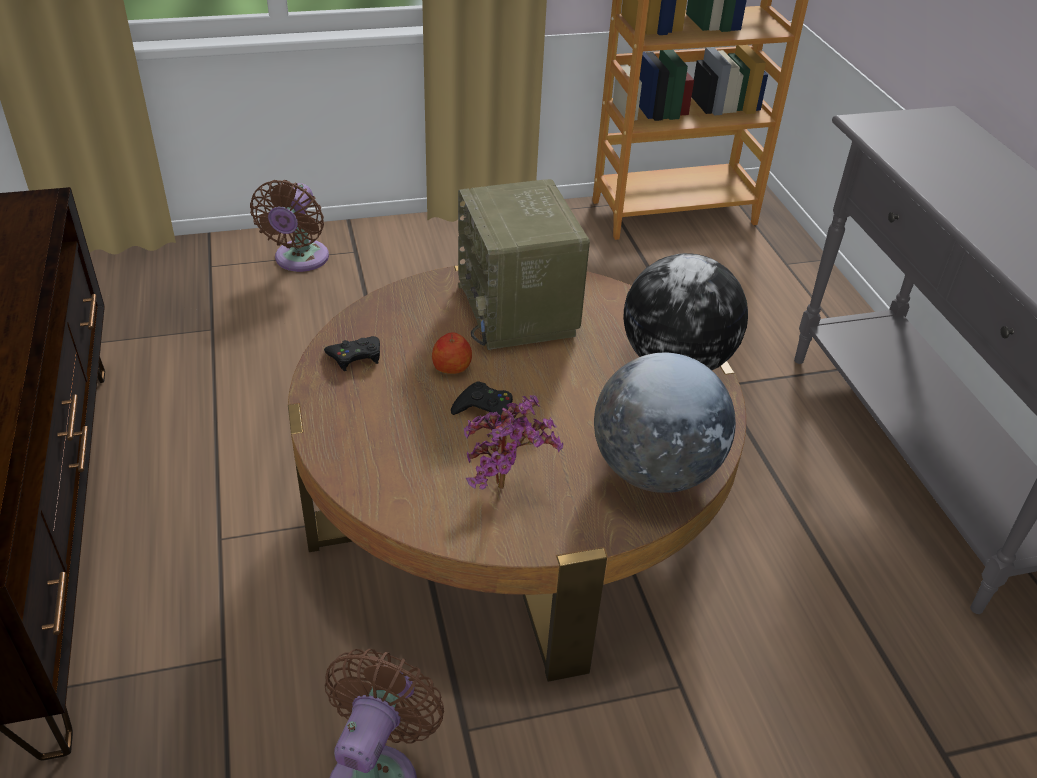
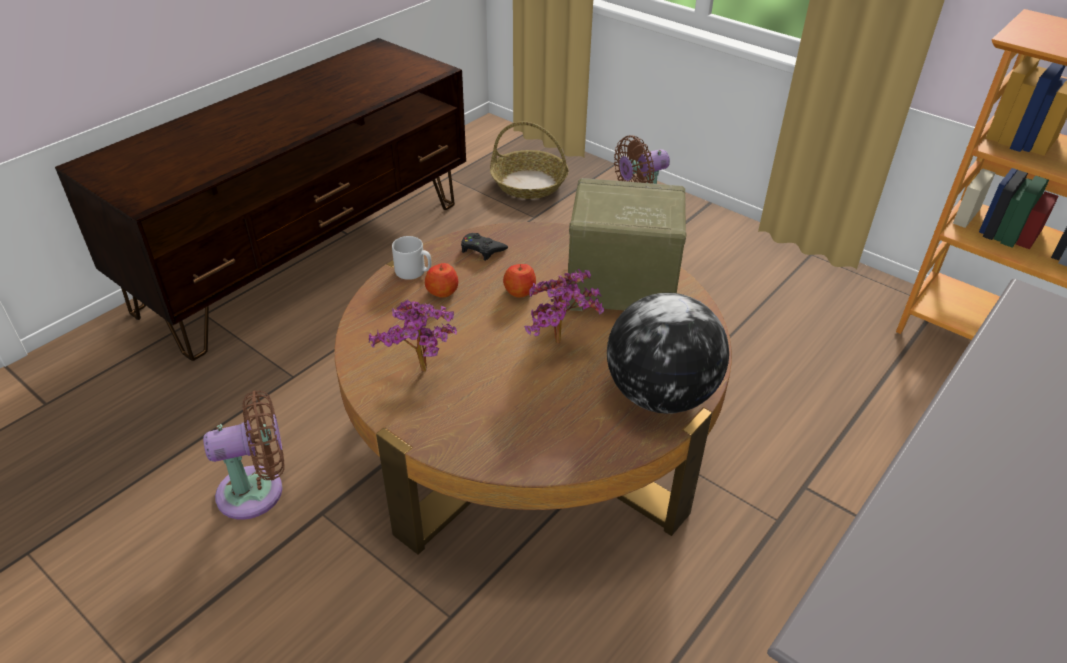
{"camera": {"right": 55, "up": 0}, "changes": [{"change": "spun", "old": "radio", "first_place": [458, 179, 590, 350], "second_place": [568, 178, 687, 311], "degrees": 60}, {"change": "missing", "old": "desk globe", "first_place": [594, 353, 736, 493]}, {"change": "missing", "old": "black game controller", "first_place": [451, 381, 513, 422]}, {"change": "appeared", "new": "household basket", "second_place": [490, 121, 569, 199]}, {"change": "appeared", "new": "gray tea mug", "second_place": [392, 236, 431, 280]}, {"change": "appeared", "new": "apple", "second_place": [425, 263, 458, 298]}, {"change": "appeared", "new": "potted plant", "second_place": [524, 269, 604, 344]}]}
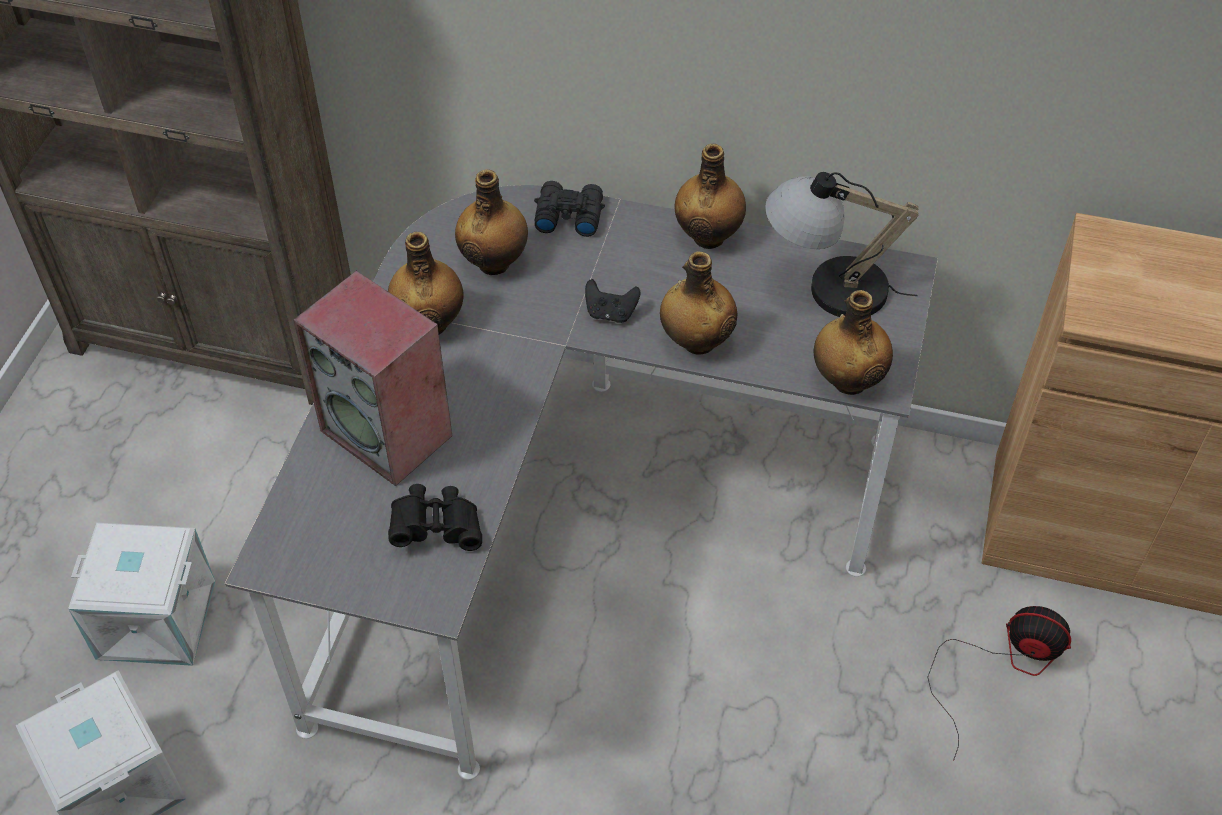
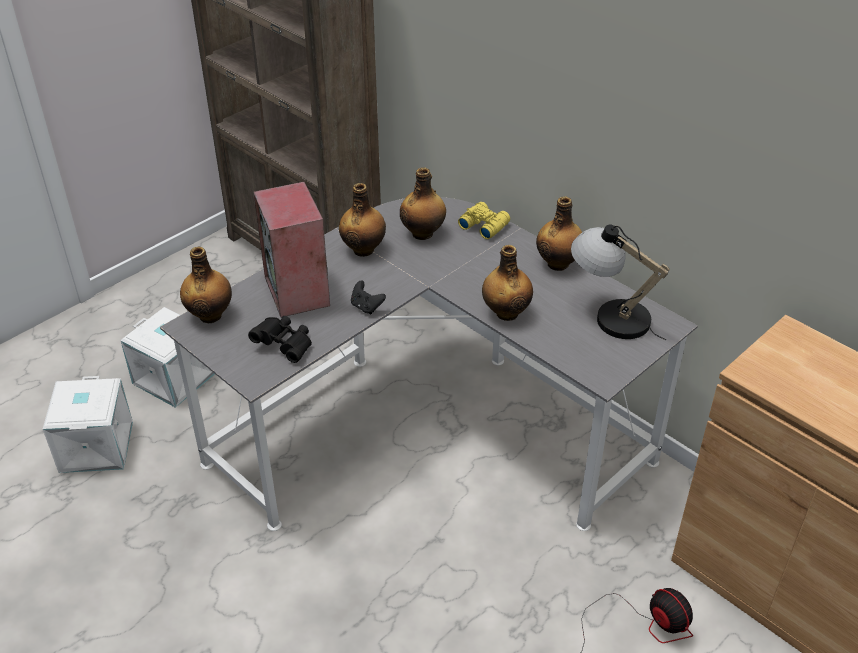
{"camera": {"right": 30, "up": -10}, "changes": [{"change": "colour", "old": "black field glasses", "new": "yellow-coloured field glasses", "first_place": [534, 181, 605, 237], "second_place": [458, 202, 510, 239]}, {"change": "relocated", "old": "black game controller", "first_place": [585, 279, 640, 323], "second_place": [351, 281, 386, 314]}, {"change": "relocated", "old": "drink bottle", "first_place": [813, 290, 893, 395], "second_place": [180, 246, 232, 323]}]}
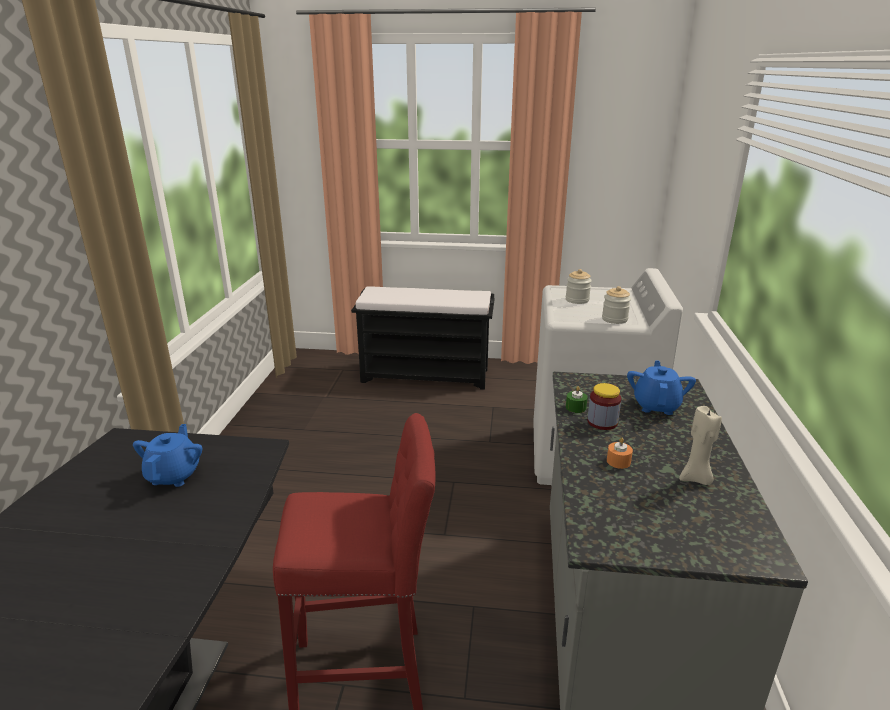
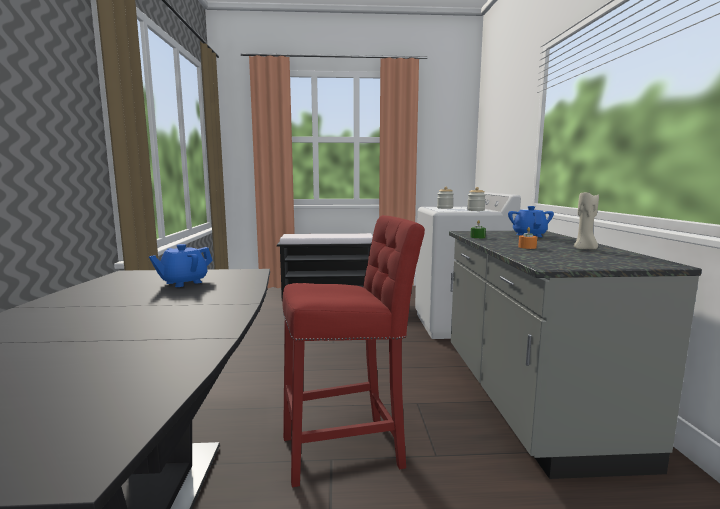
{"camera": {"right": -10, "up": -15}, "changes": [{"change": "missing", "old": "preserve jar", "first_place": [587, 383, 621, 430]}, {"change": "spun", "old": "blue-coloured teapot", "first_place": [133, 424, 202, 487], "second_place": [149, 244, 213, 287], "degrees": -135}]}
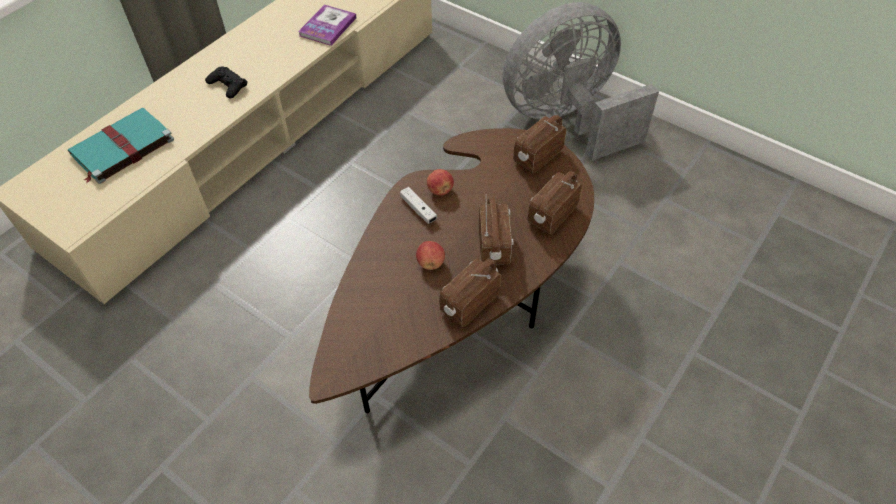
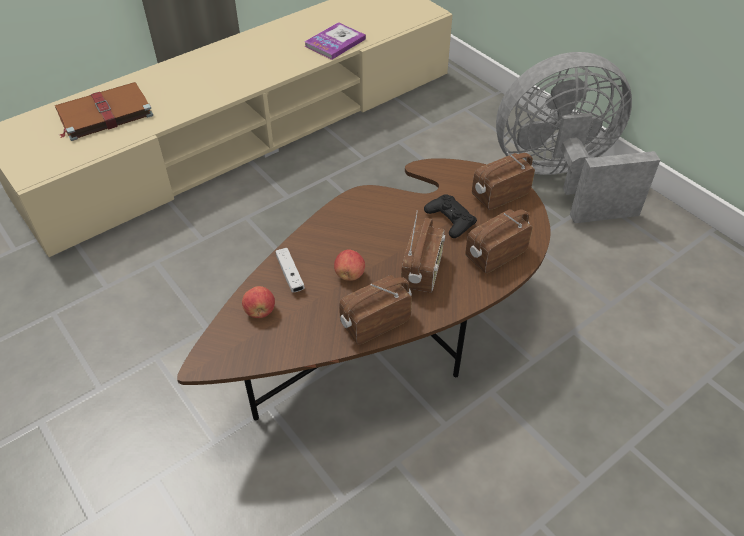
{"camera": {"right": 15, "up": -5}, "changes": [{"change": "relocated", "old": "black game controller", "first_place": [205, 67, 247, 99], "second_place": [424, 194, 477, 238]}, {"change": "colour", "old": "turquoise book", "new": "brownish book", "first_place": [67, 108, 174, 184], "second_place": [55, 82, 153, 141]}, {"change": "relocated", "old": "apple", "first_place": [427, 169, 454, 195], "second_place": [242, 286, 275, 318]}, {"change": "relocated", "old": "white-coloured game controller", "first_place": [400, 187, 437, 224], "second_place": [275, 248, 305, 292]}]}
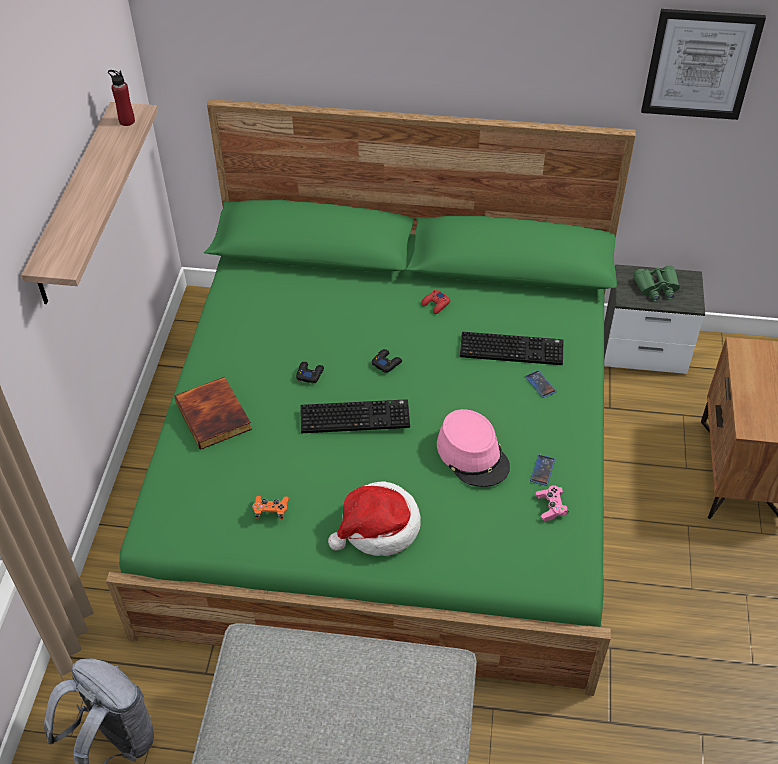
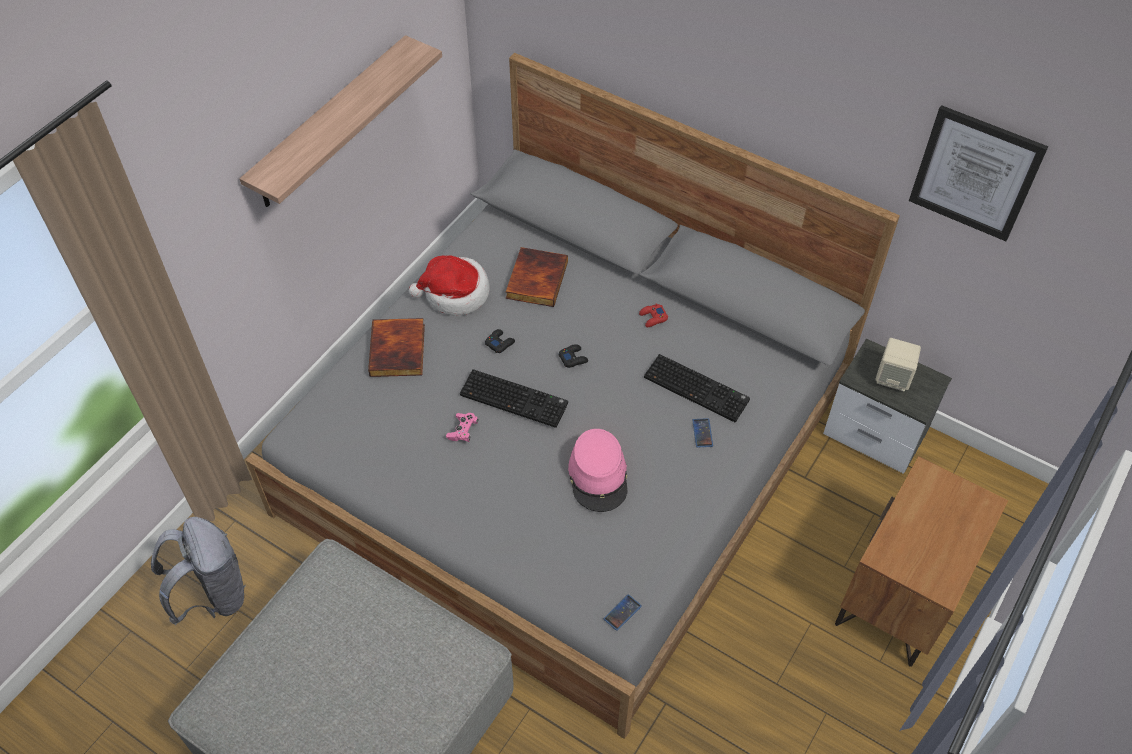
{"camera": {"right": 25, "up": 5}, "changes": [{"change": "missing", "old": "red drink bottle", "first_place": [108, 70, 135, 126]}, {"change": "colour", "old": "green sleeping bed", "new": "gray sleeping bed", "first_place": [106, 99, 636, 696], "second_place": [246, 53, 900, 739]}, {"change": "exchanged", "old": "green field glasses", "new": "beige-coloured speaker", "first_place": [633, 265, 680, 301], "second_place": [876, 338, 921, 391]}, {"change": "relocated", "old": "telephone", "first_place": [530, 454, 555, 486], "second_place": [604, 594, 642, 631]}, {"change": "relocated", "old": "wearable hat", "first_place": [328, 481, 421, 556], "second_place": [409, 255, 490, 315]}, {"change": "relocated", "old": "pink-coloured game controller", "first_place": [536, 485, 569, 521], "second_place": [446, 413, 479, 442]}, {"change": "missing", "old": "orange-coloured game controller", "first_place": [252, 496, 289, 519]}, {"change": "appeared", "new": "book", "second_place": [506, 247, 568, 307]}]}
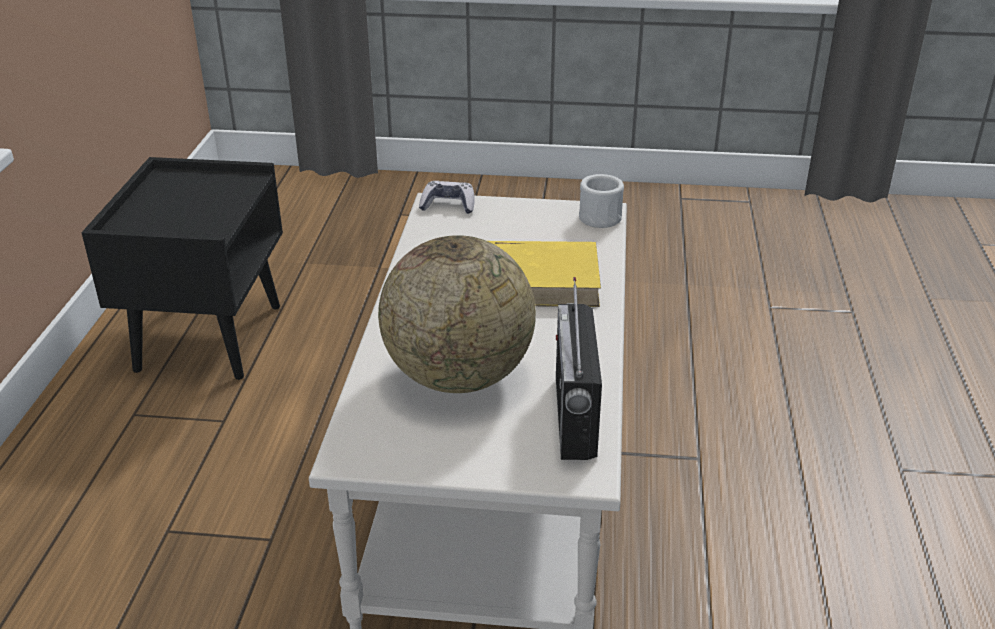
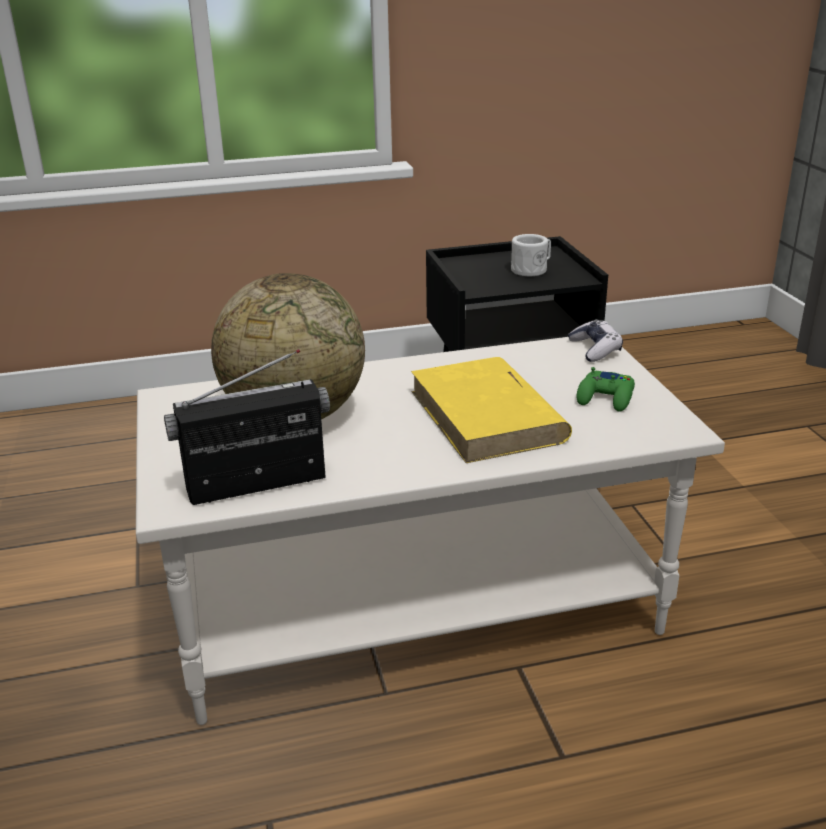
{"camera": {"right": 70, "up": -5}, "changes": [{"change": "relocated", "old": "white-coloured tea mug", "first_place": [579, 174, 624, 228], "second_place": [511, 234, 551, 276]}, {"change": "appeared", "new": "green game controller", "second_place": [577, 367, 635, 412]}]}
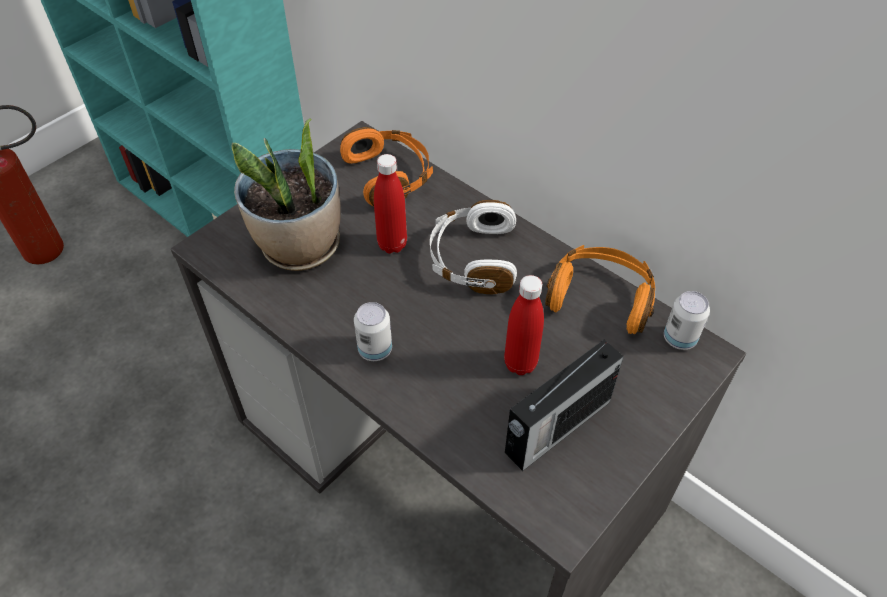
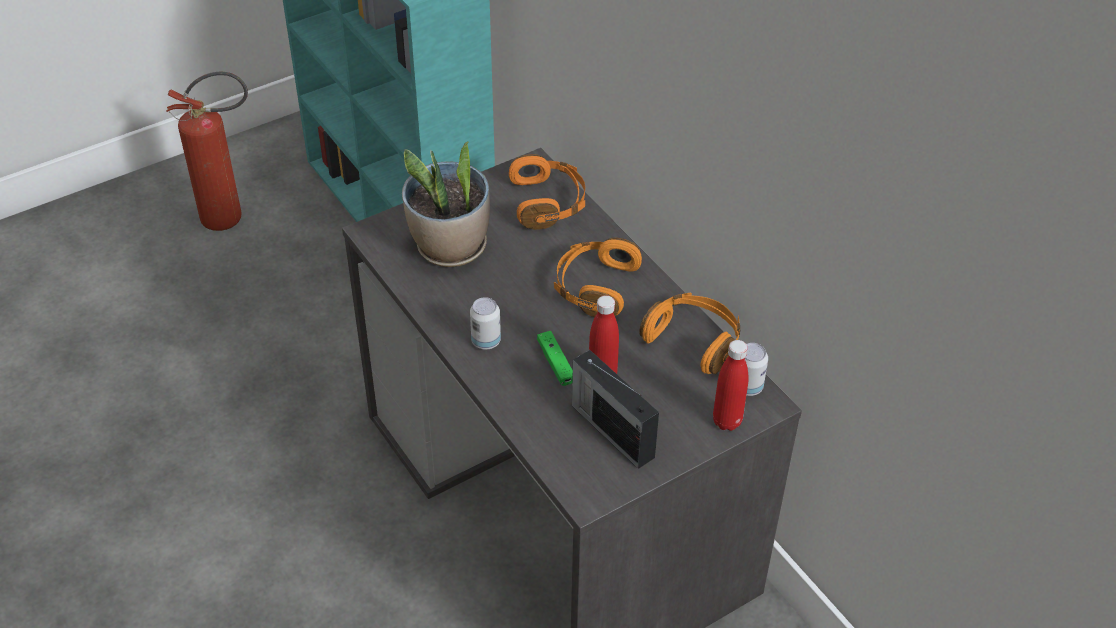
{"camera": {"right": 15, "up": -5}, "changes": [{"change": "relocated", "old": "red drink bottle", "first_place": [374, 154, 407, 254], "second_place": [713, 340, 749, 431]}, {"change": "colour", "old": "white-coloured headset", "new": "orange-coloured headset", "first_place": [430, 200, 517, 294], "second_place": [554, 237, 642, 317]}, {"change": "spun", "old": "radio", "first_place": [505, 340, 624, 471], "second_place": [572, 350, 659, 469], "degrees": 75}, {"change": "appeared", "new": "green game controller", "second_place": [537, 331, 573, 386]}]}
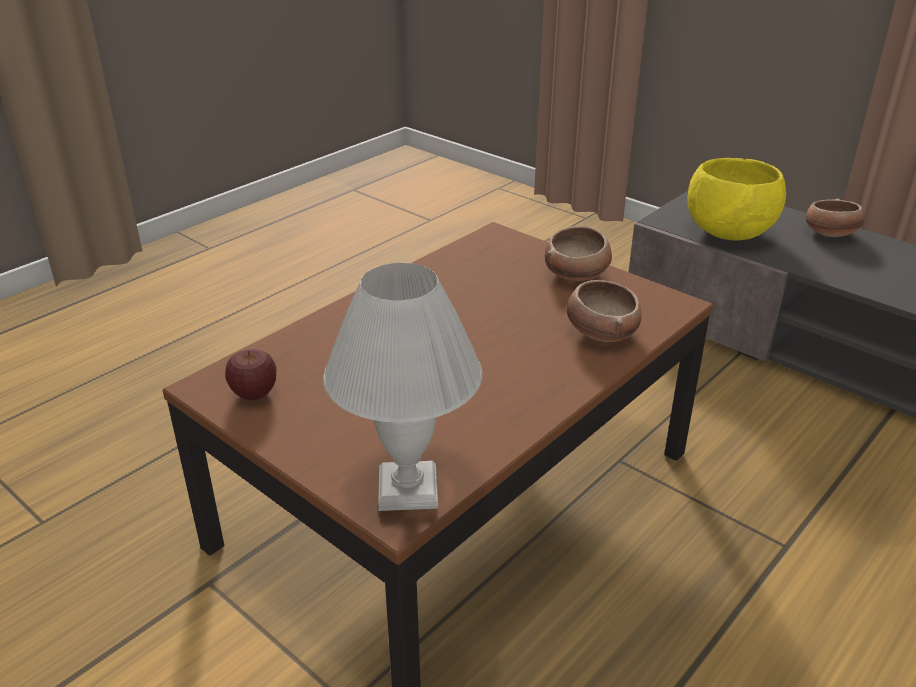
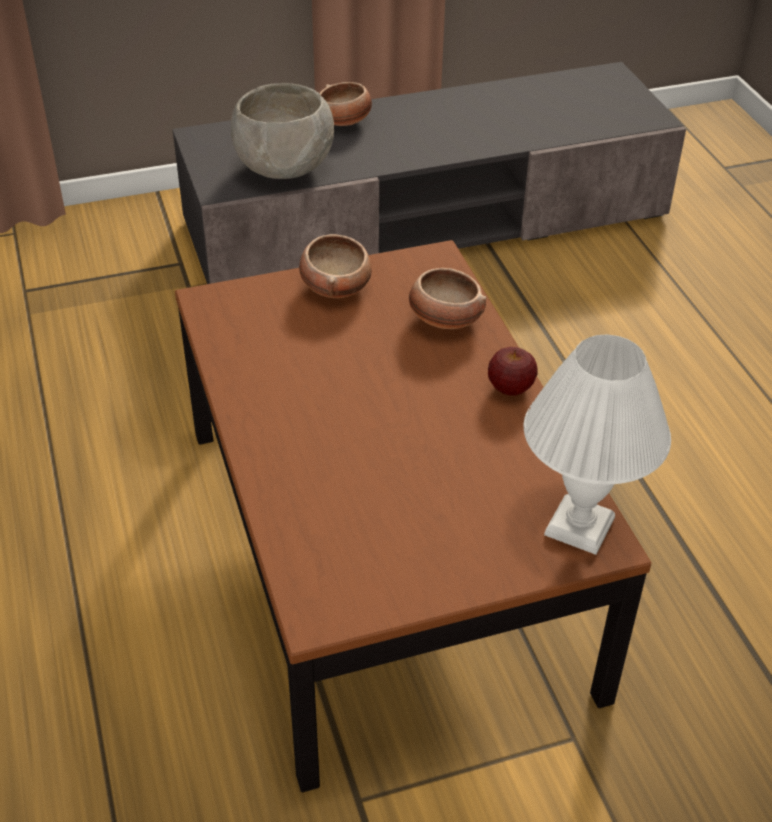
{"camera": {"right": -60, "up": 10}, "changes": [{"change": "colour", "old": "yellow-coloured bowl", "new": "gray bowl", "first_place": [688, 158, 786, 241], "second_place": [231, 83, 334, 179]}, {"change": "relocated", "old": "apple", "first_place": [225, 349, 276, 400], "second_place": [488, 347, 538, 396]}]}
